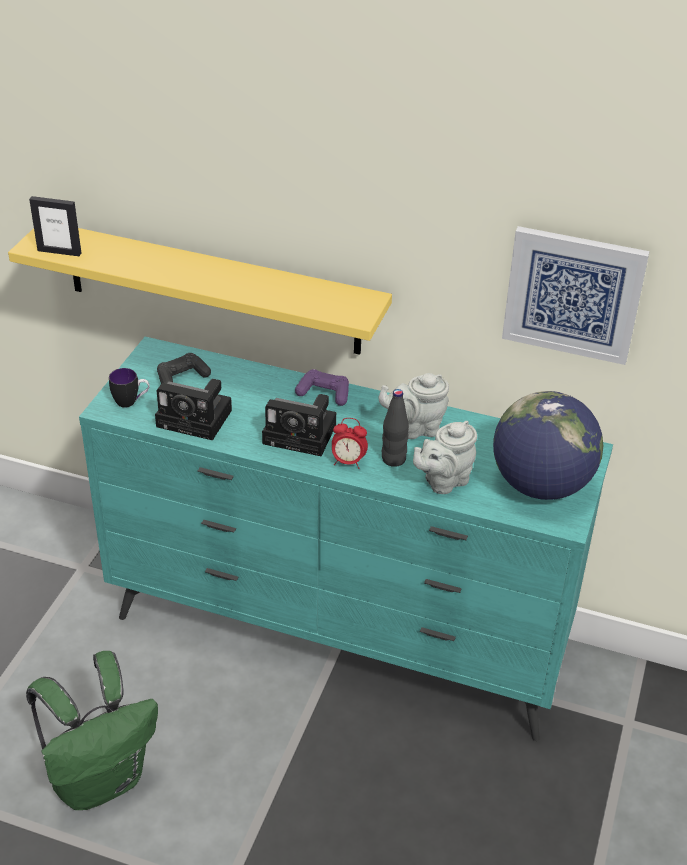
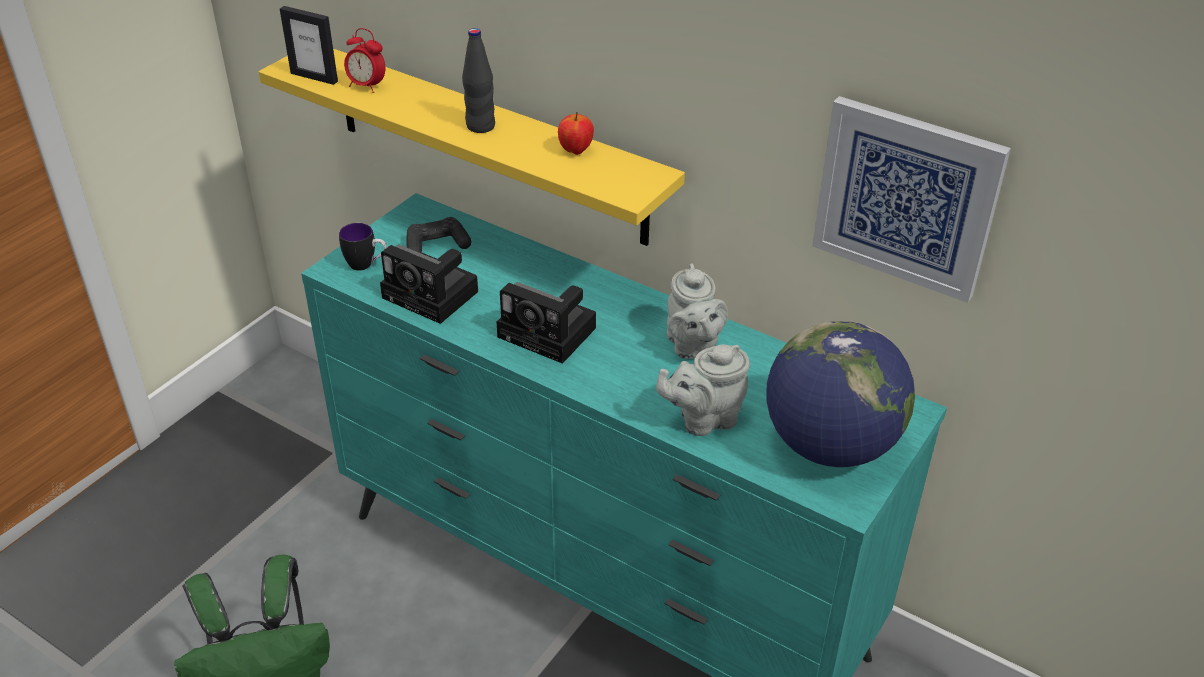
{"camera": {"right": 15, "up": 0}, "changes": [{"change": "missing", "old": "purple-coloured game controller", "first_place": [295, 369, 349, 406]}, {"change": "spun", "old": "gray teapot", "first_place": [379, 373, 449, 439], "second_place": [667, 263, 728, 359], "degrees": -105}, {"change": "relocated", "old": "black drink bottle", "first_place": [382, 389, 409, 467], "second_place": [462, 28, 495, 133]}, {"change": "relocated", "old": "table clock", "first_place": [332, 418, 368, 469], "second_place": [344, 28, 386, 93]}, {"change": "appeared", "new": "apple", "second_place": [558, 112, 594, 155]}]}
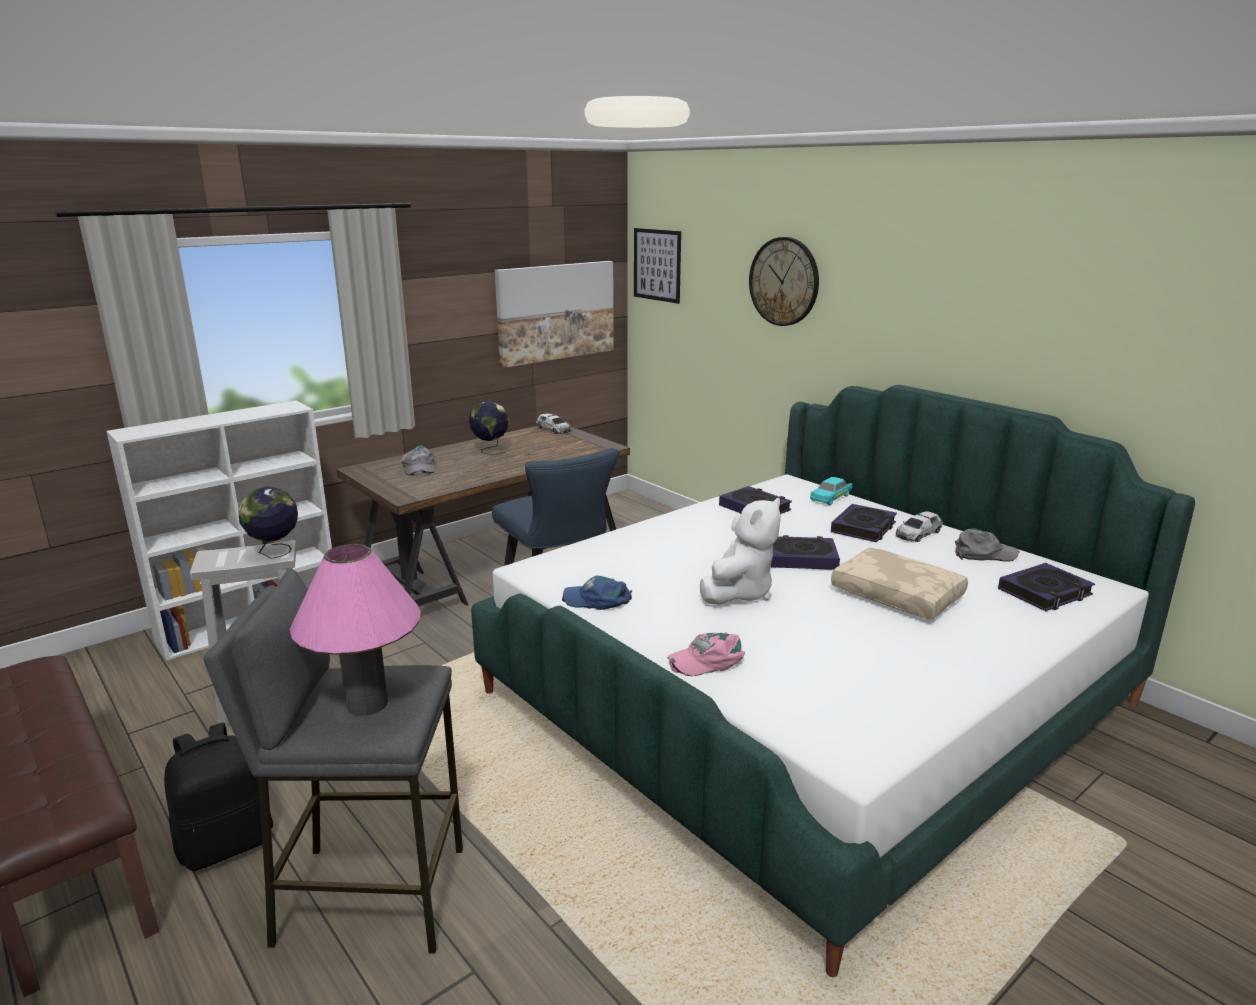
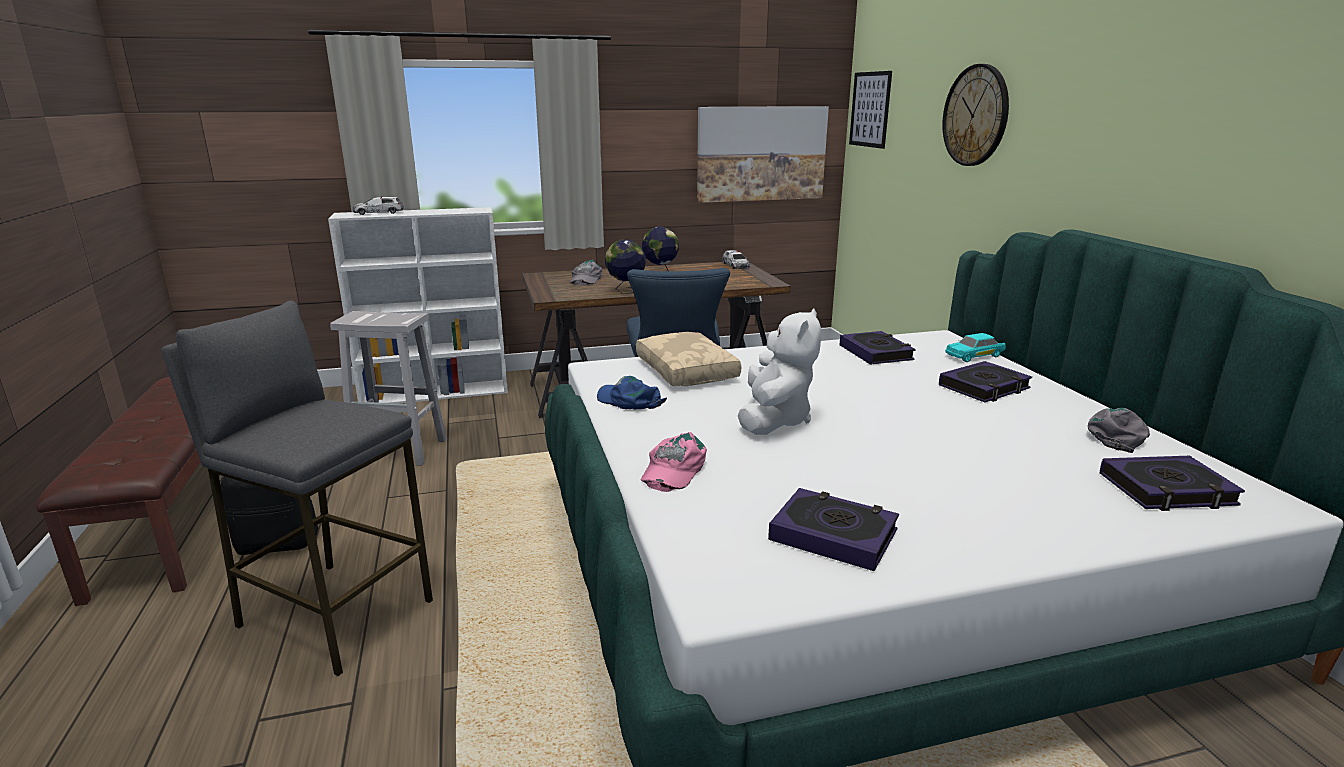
{"camera": {"right": 25, "up": 0}, "changes": [{"change": "relocated", "old": "desk globe", "first_place": [239, 486, 298, 559], "second_place": [605, 239, 646, 294]}, {"change": "spun", "old": "white-coloured soft toy", "first_place": [700, 498, 781, 605], "second_place": [738, 308, 821, 435], "degrees": -45}, {"change": "relocated", "old": "model car", "first_place": [896, 511, 943, 542], "second_place": [353, 196, 404, 215]}, {"change": "spun", "old": "gray baseball cap", "first_place": [955, 528, 1020, 562], "second_place": [1088, 408, 1150, 453], "degrees": -75}, {"change": "relocated", "old": "book", "first_place": [771, 535, 840, 570], "second_place": [768, 488, 899, 571]}, {"change": "missing", "old": "pink-coloured tabletop lamp", "first_place": [290, 544, 421, 716]}, {"change": "relocated", "old": "beige-coloured cushion", "first_place": [831, 548, 968, 620], "second_place": [636, 332, 741, 386]}, {"change": "spun", "old": "pink-coloured baseball cap", "first_place": [667, 632, 745, 676], "second_place": [641, 432, 707, 492], "degrees": -75}]}
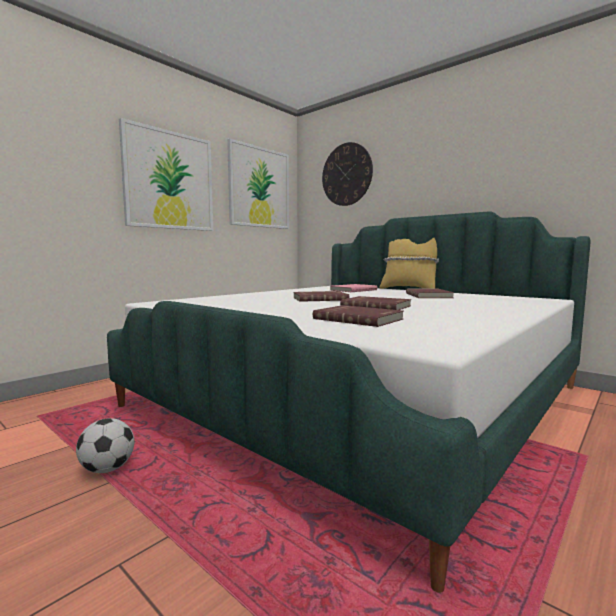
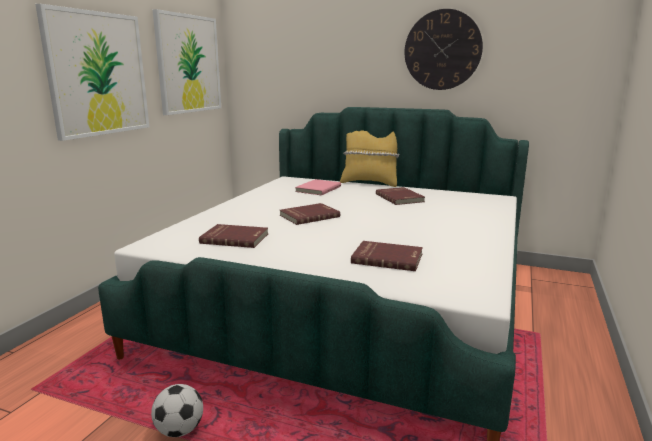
{"camera": {"right": -20, "up": 10}, "changes": [{"change": "relocated", "old": "clock on the wall", "first_place": [322, 142, 373, 206], "second_place": [404, 9, 483, 90]}, {"change": "relocated", "old": "red book", "first_place": [340, 296, 411, 310], "second_place": [199, 224, 268, 248]}]}
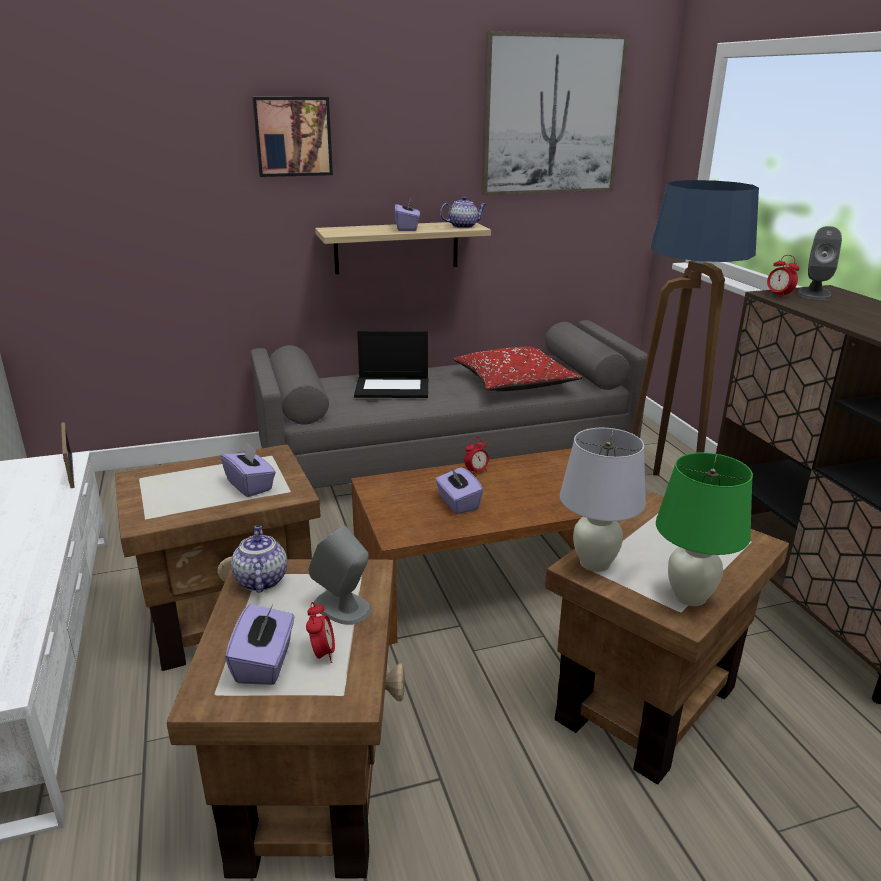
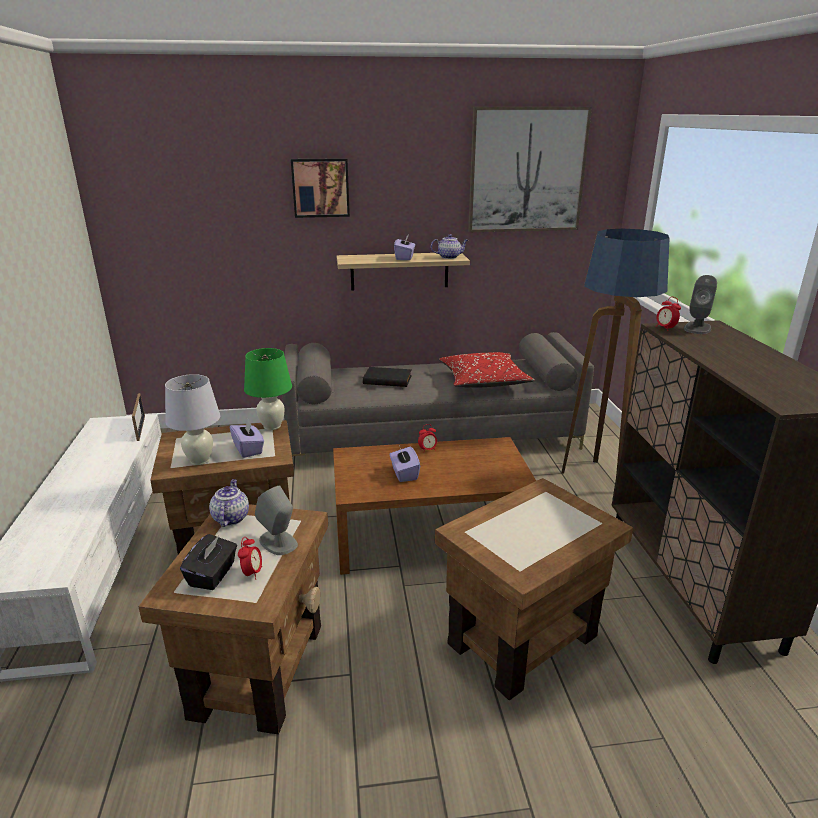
{"camera": {"right": 10, "up": 0}, "changes": [{"change": "exchanged", "old": "laptop", "new": "black book", "first_place": [354, 330, 428, 398], "second_place": [363, 367, 412, 387]}, {"change": "relocated", "old": "white-coloured tabletop lamp", "first_place": [560, 428, 646, 572], "second_place": [165, 374, 220, 465]}, {"change": "relocated", "old": "green tabletop lamp", "first_place": [656, 452, 753, 606], "second_place": [244, 348, 292, 430]}, {"change": "colour", "old": "purple-coloured tissue box", "new": "black tissue box", "first_place": [225, 604, 294, 685], "second_place": [180, 534, 237, 590]}]}
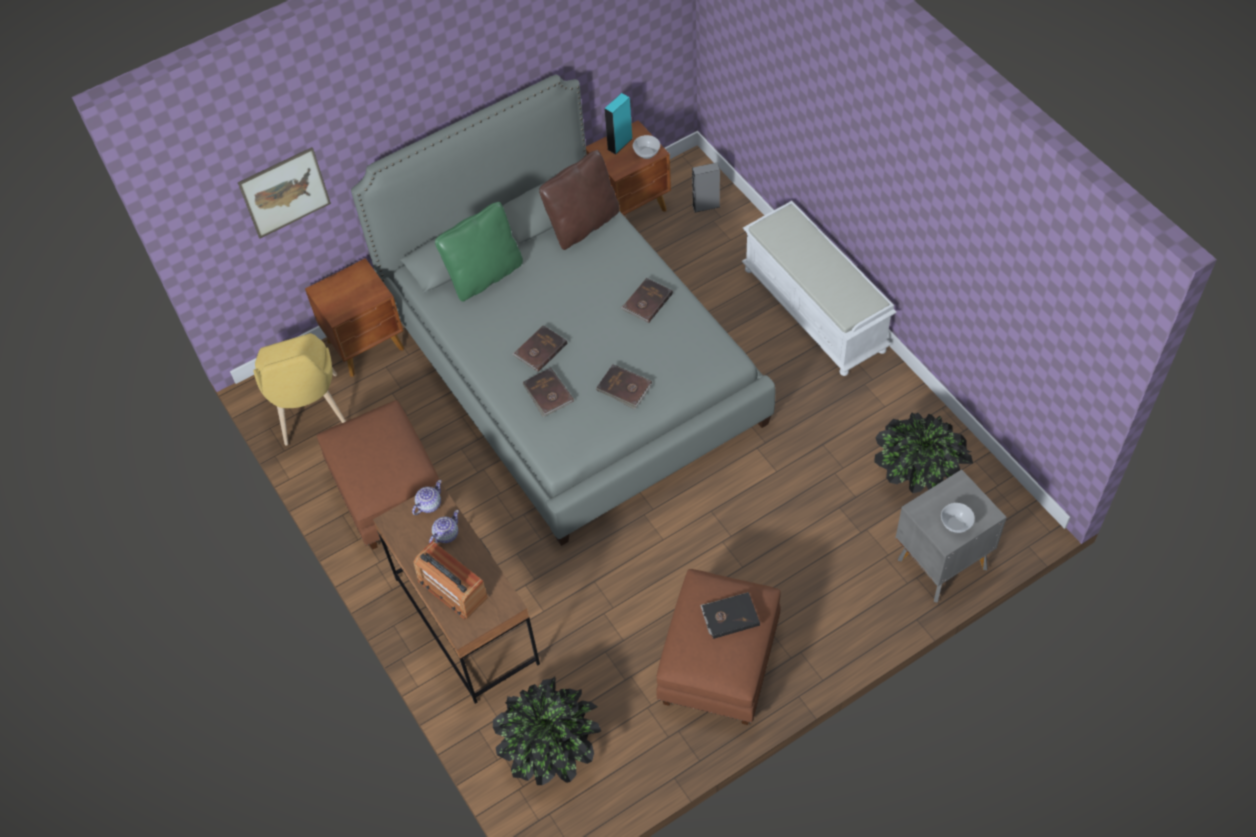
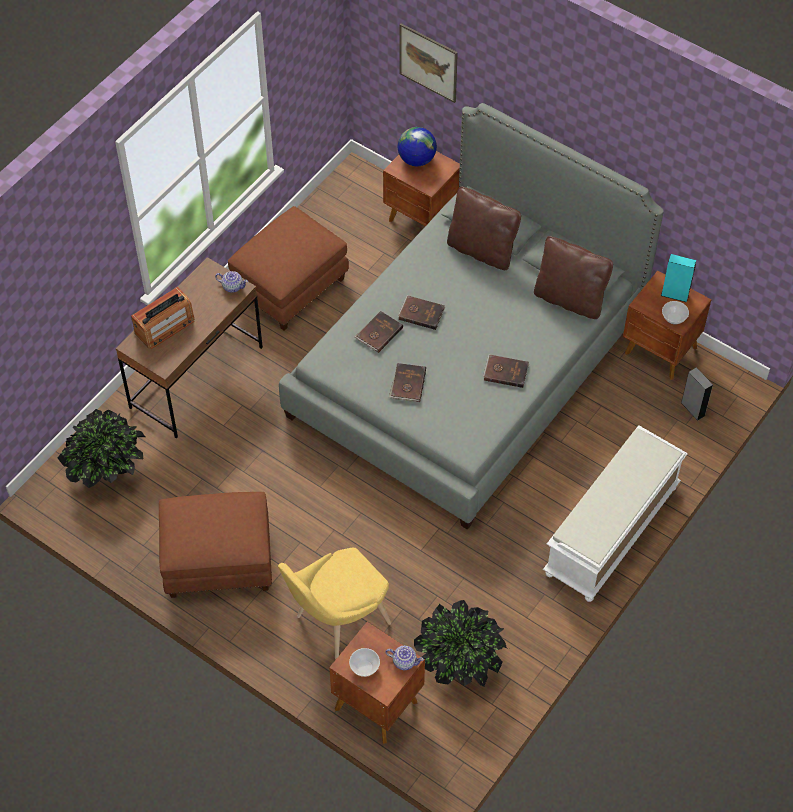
{"camera": {"right": 65, "up": 0}, "changes": [{"change": "colour", "old": "green cushion", "new": "brownish cushion", "first_place": [435, 202, 523, 302], "second_place": [447, 186, 521, 270]}, {"change": "relocated", "old": "yellow-coloured plain chair", "first_place": [253, 333, 346, 446], "second_place": [278, 548, 391, 660]}, {"change": "colour", "old": "gray nightstand", "new": "brownish nightstand", "first_place": [895, 469, 1007, 603], "second_place": [329, 622, 425, 744]}, {"change": "relocated", "old": "teapot", "first_place": [429, 510, 459, 544], "second_place": [385, 646, 424, 670]}, {"change": "spun", "old": "radio", "first_place": [414, 541, 488, 620], "second_place": [131, 287, 194, 349], "degrees": -150}, {"change": "missing", "old": "black book", "first_place": [700, 592, 760, 639]}, {"change": "appeared", "new": "desk globe", "second_place": [398, 127, 437, 166]}]}
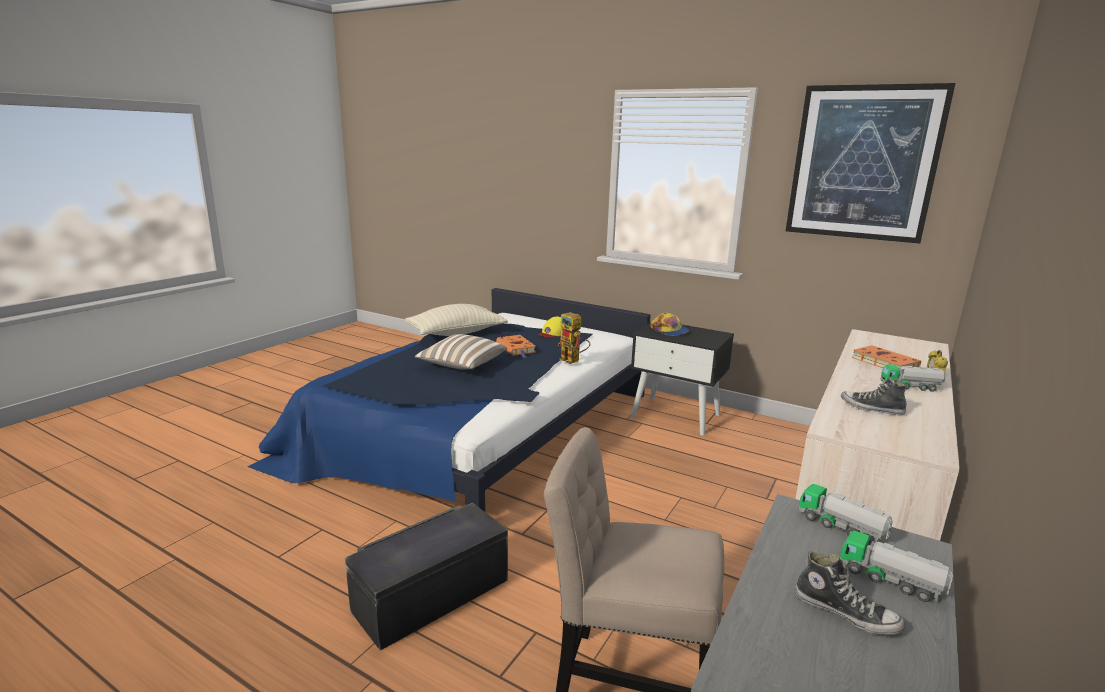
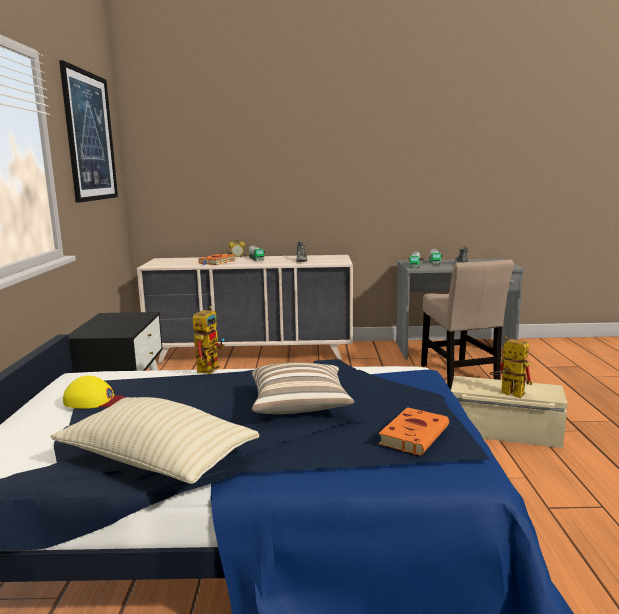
{"camera": {"right": -120, "up": -5}, "changes": [{"change": "missing", "old": "baseball cap", "first_place": [650, 312, 689, 336]}, {"change": "relocated", "old": "orange-coloured book", "first_place": [496, 335, 536, 357], "second_place": [378, 407, 449, 456]}, {"change": "colour", "old": "black storage bin", "new": "beige-coloured storage bin", "first_place": [345, 503, 508, 650], "second_place": [451, 376, 568, 448]}, {"change": "appeared", "new": "toy robot", "second_place": [490, 336, 533, 398]}]}
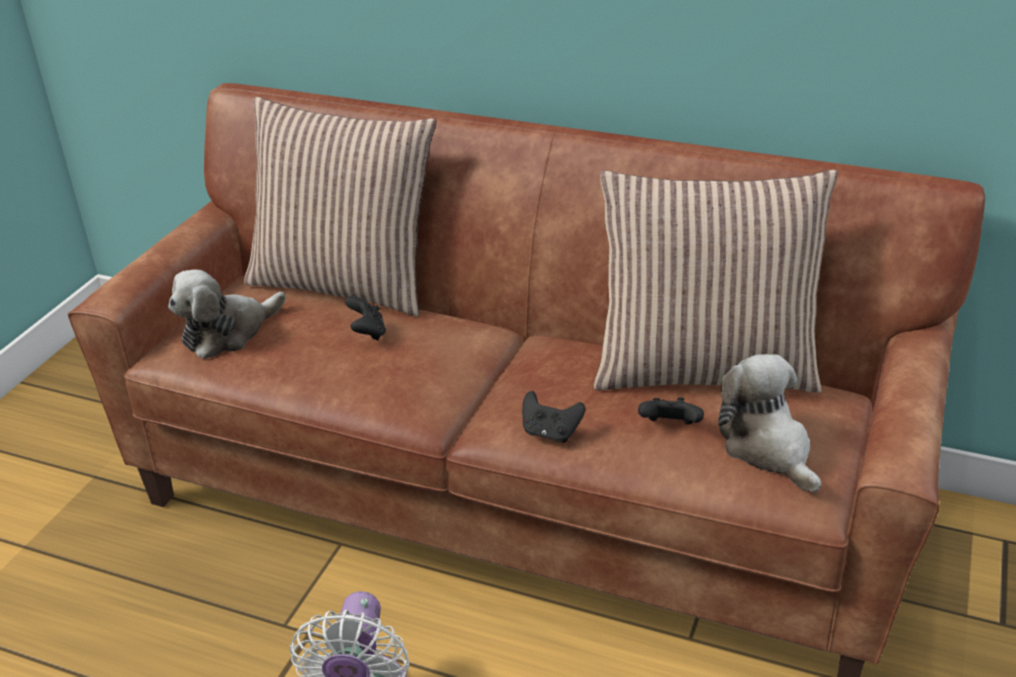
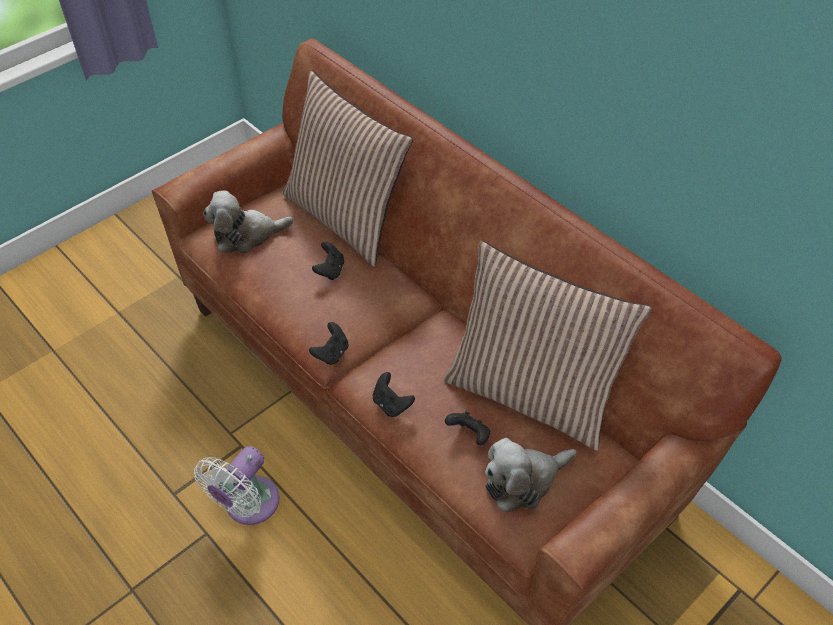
{"camera": {"right": 25, "up": 15}, "changes": [{"change": "spun", "old": "soft toy", "first_place": [718, 354, 821, 493], "second_place": [485, 438, 577, 512], "degrees": -120}, {"change": "appeared", "new": "black game controller", "second_place": [309, 322, 349, 365]}]}
